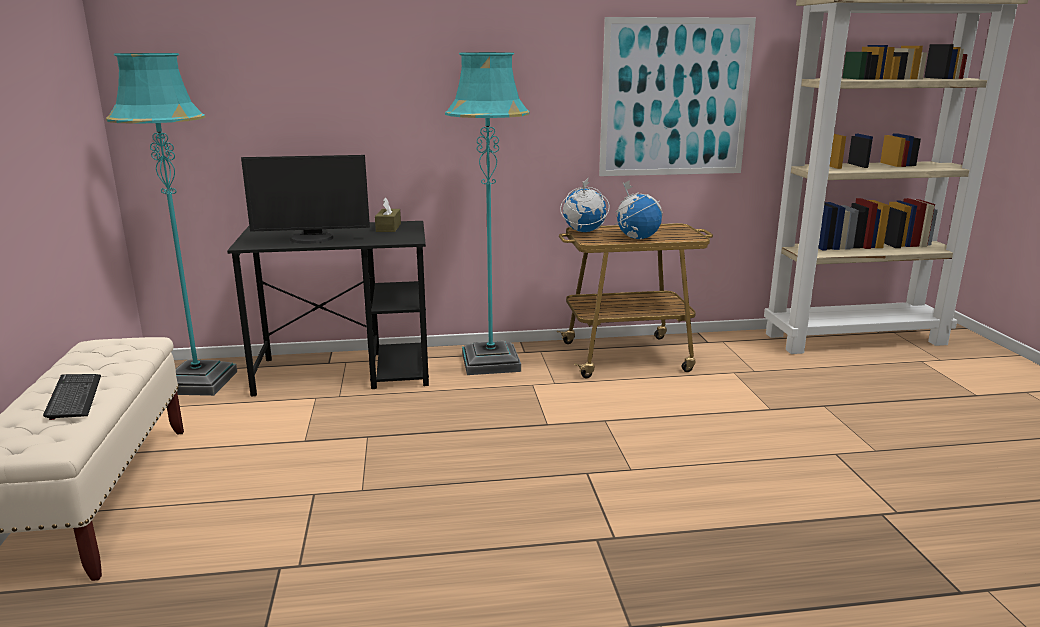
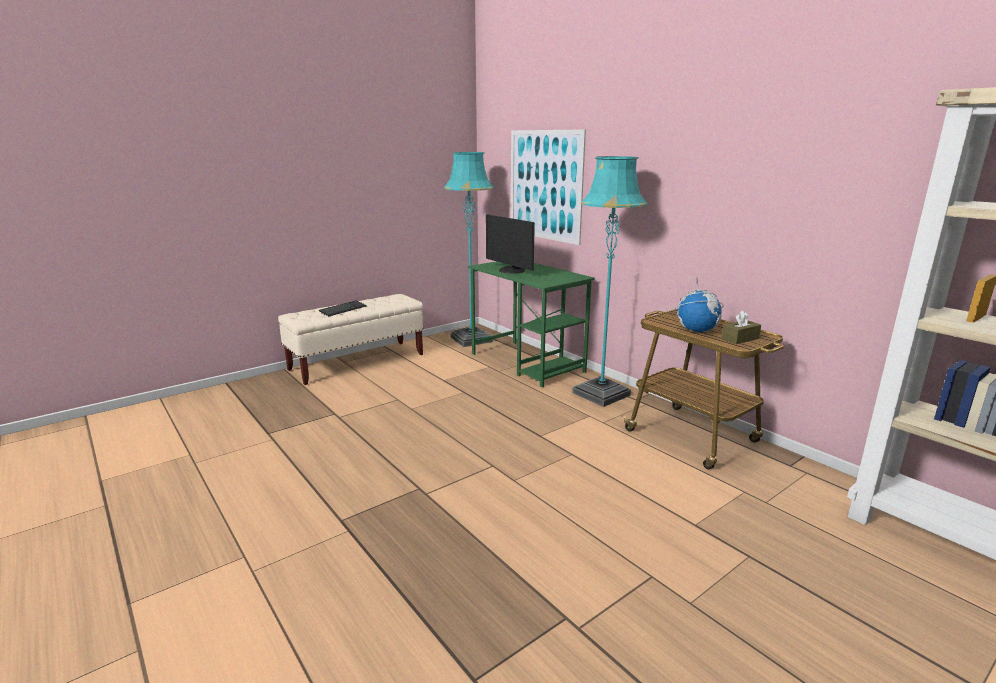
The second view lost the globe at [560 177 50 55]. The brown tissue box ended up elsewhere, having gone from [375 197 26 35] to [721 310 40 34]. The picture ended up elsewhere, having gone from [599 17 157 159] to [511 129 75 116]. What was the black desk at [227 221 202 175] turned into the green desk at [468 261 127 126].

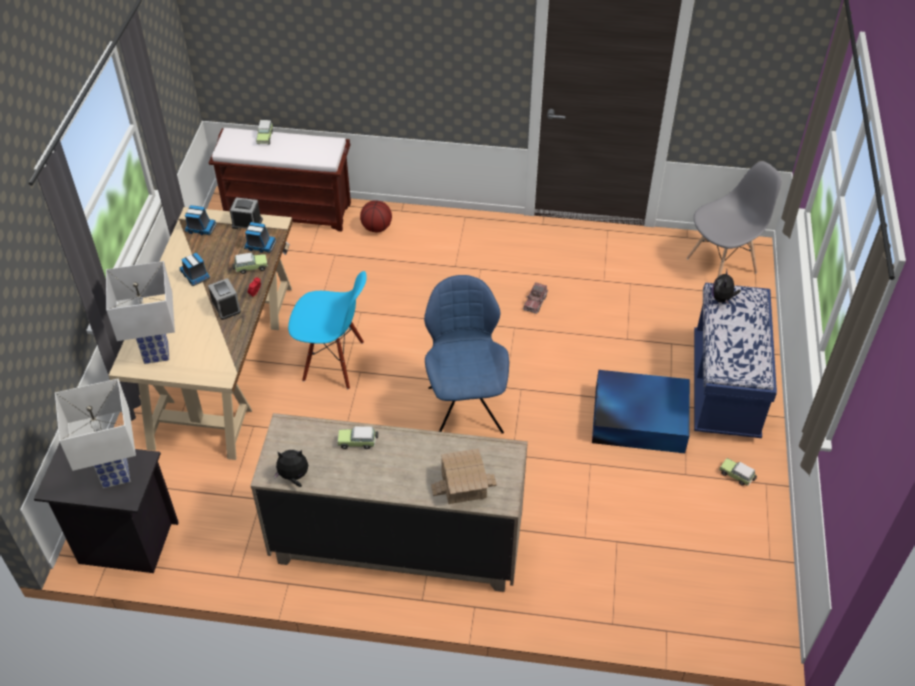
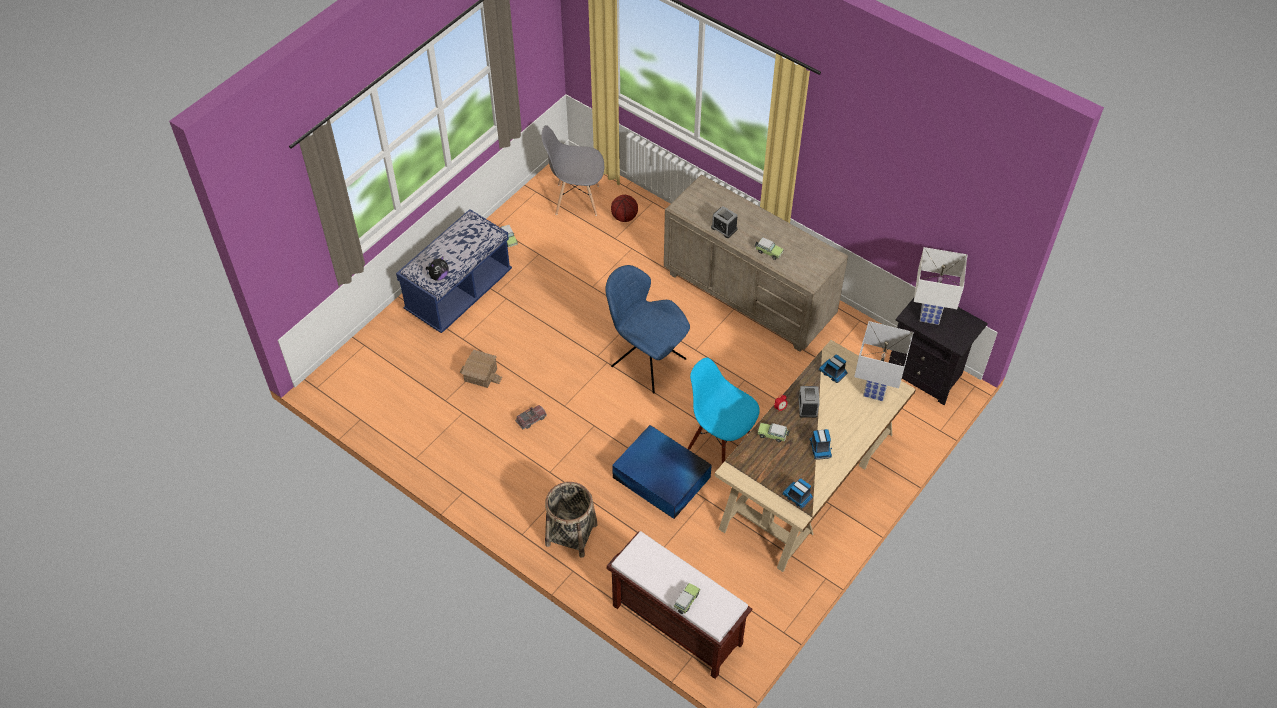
The second view lost the plush toy at [274 450 34 37]. The second view gained the basket at [545 482 53 76]. The alarm clock ended up elsewhere, having gone from [230 197 33 32] to [711 206 26 32]. The toy truck ended up elsewhere, having gone from [244 222 32 31] to [819 355 29 28]. The basketball ended up elsewhere, having gone from [360 200 32 32] to [611 195 27 27]. The toy house ended up elsewhere, having gone from [431 449 66 55] to [460 350 42 38]. The blue storage box ended up elsewhere, having gone from [592 370 98 83] to [612 425 100 94]. The grey chair ended up elsewhere, having gone from [686 161 96 116] to [541 125 63 91]. The blue chair at [424 275 85 159] ended up facing another way, 105 degrees clockwise from before.

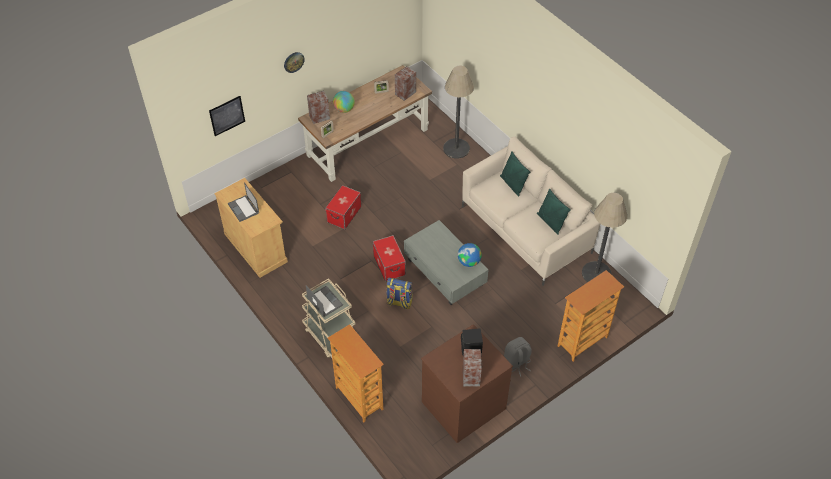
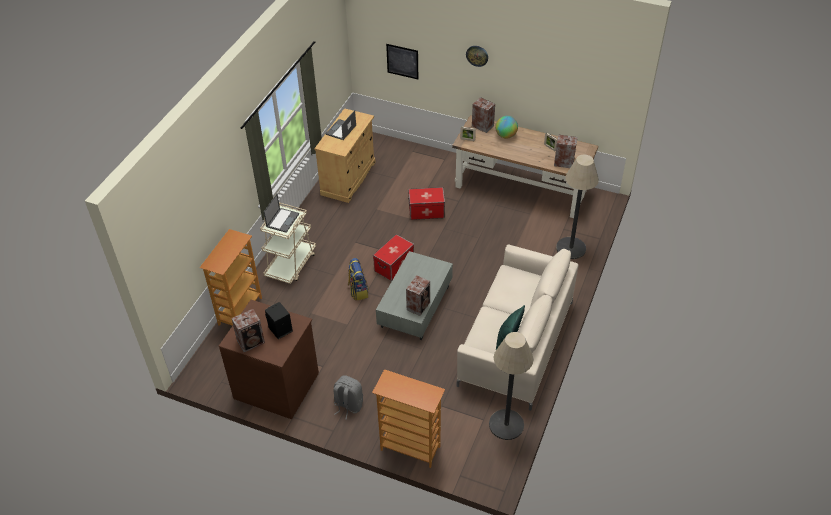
The second view lost the green pillow at [500 151 30 45]. Where the globe stood at [458 243 24 24], the speaker came to stand at [406 275 24 41].

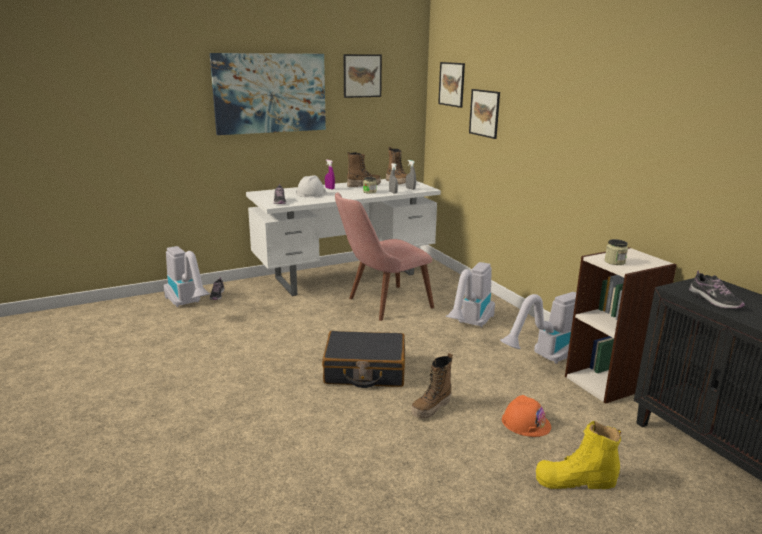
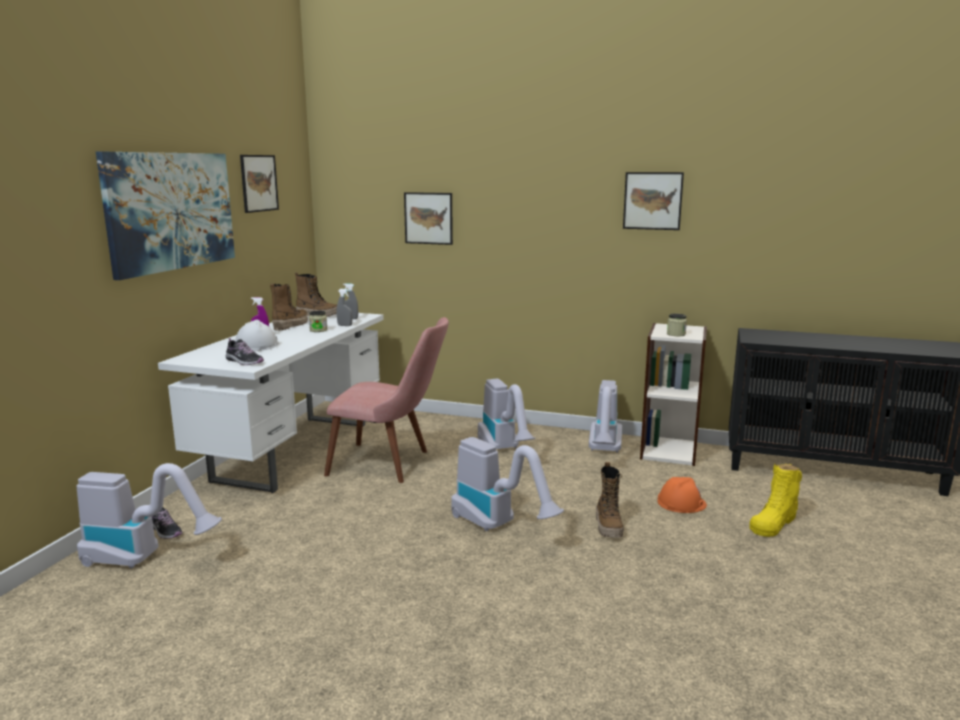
The second view lost the shoe at [689 270 56 39]. The picture ended up elsewhere, having gone from [438 62 27 46] to [623 172 61 58]. Where the black suitcase stood at [322 331 83 57], the vacuum cleaner came to stand at [451 437 113 94]. The pink chair at [335 192 99 129] ended up facing another way, 90 degrees counterclockwise from before.

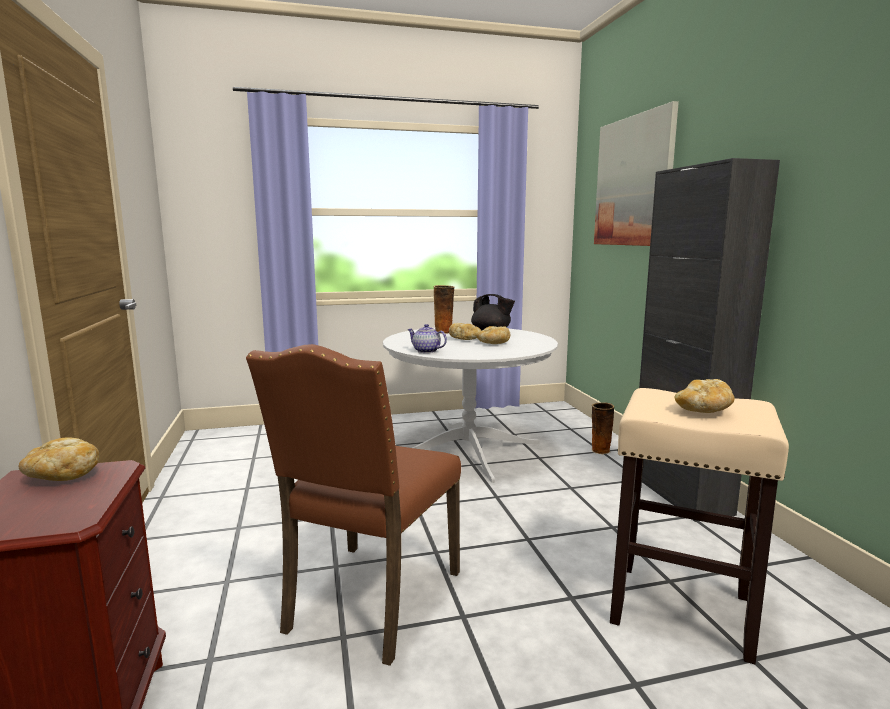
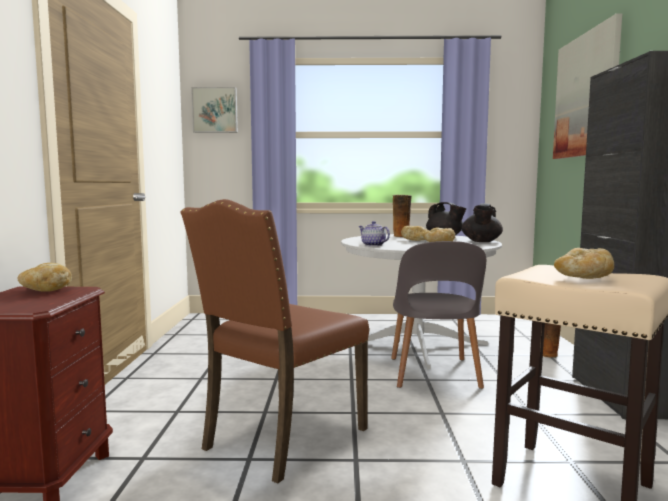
The second view gained the picture at [191 87 47 46]. The second view gained the grey chair at [391 241 95 148]. The second view gained the black teapot at [462 203 41 39].

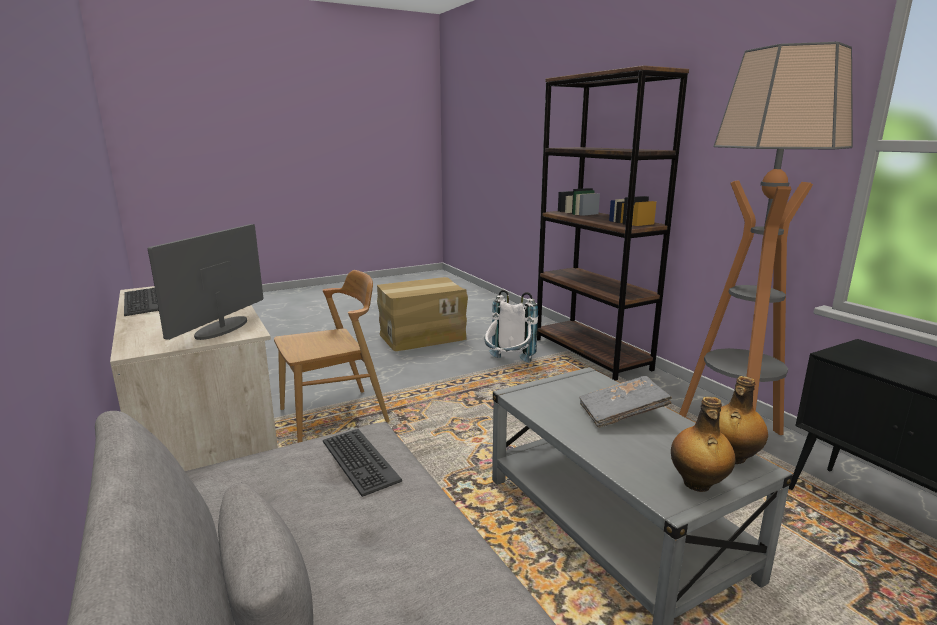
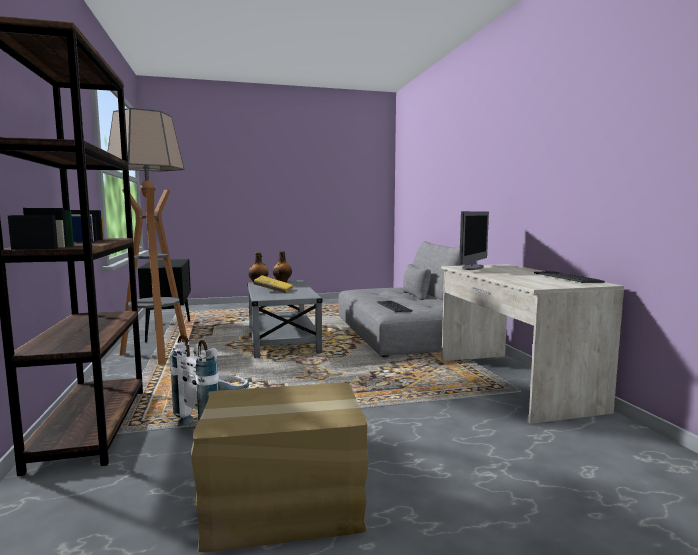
The second view lost the brown chair at [274 270 116 173]. What was the grey book at [579 376 93 52] turned into the yellow book at [253 275 40 18].

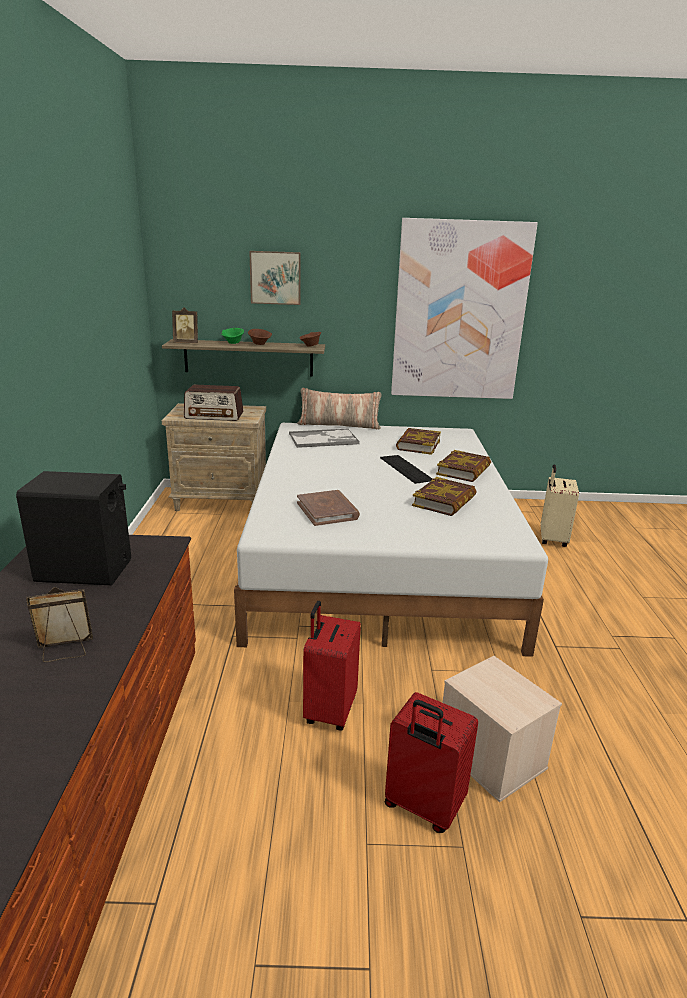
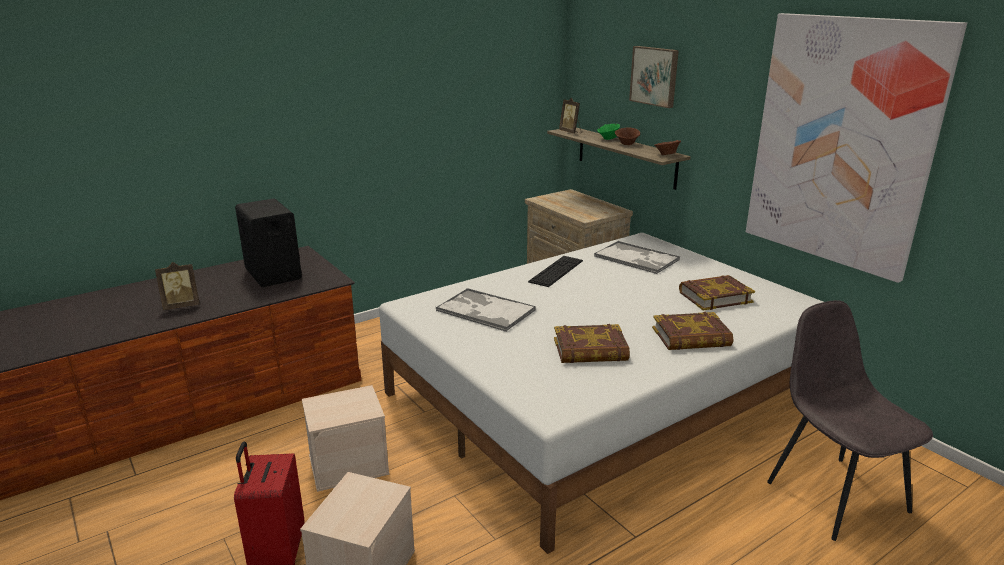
The second view lost the radio at [184 385 60 36]. The second view lost the pillow at [297 388 85 41]. The keyboard ended up elsewhere, having gone from [380 455 52 29] to [528 256 55 31]. Where the brown book stood at [297 490 63 36], the tray came to stand at [436 288 100 44]. Where the red suitcase stood at [303 601 58 130], the beige storage box came to stand at [302 385 87 107]. Where the beige suitcase stood at [540 464 39 83], the grey chair came to stand at [767 300 166 241]. The picture frame at [26 587 67 75] ended up facing another way, 120 degrees clockwise from before.

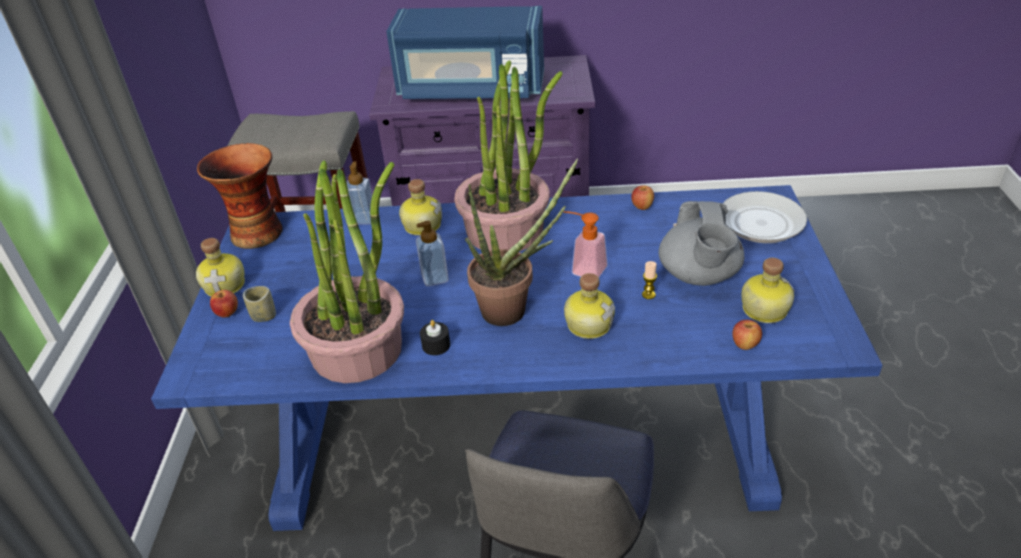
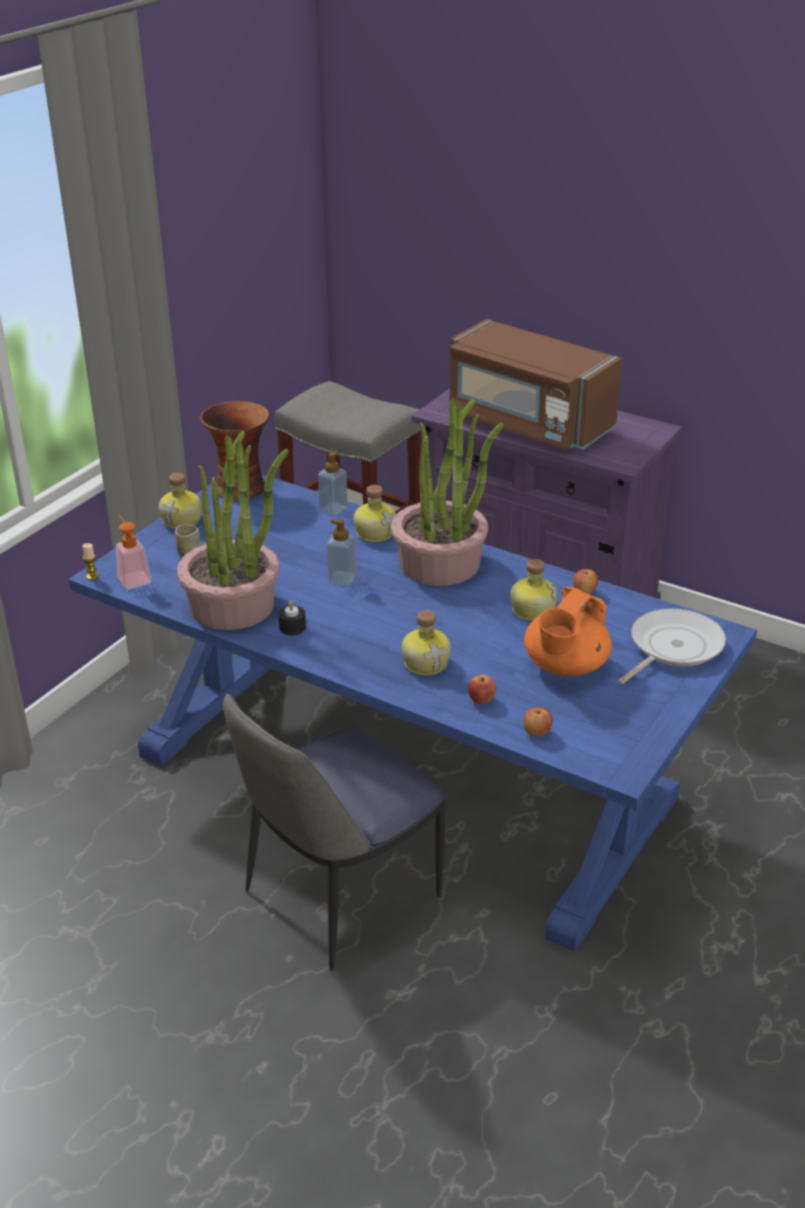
The second view lost the potted plant at [465 158 113 168]. The apple ended up elsewhere, having gone from [210 290 28 28] to [468 675 28 29]. The soap dispenser ended up elsewhere, having gone from [564 211 44 67] to [116 515 36 74]. The candle ended up elsewhere, having gone from [642 261 15 38] to [82 543 17 37]. The bottle ended up elsewhere, having gone from [741 258 53 65] to [511 559 47 62]. What was the blue microwave at [386 6 158 93] turned into the brown microwave at [449 319 173 131]. What was the grey teapot at [659 201 85 85] turned into the orange teapot at [524 586 88 90]. The frying pan at [673 191 134 52] ended up facing another way, 75 degrees counterclockwise from before.

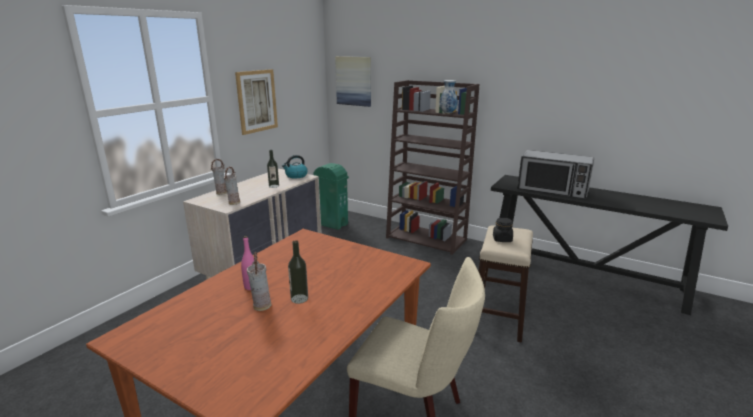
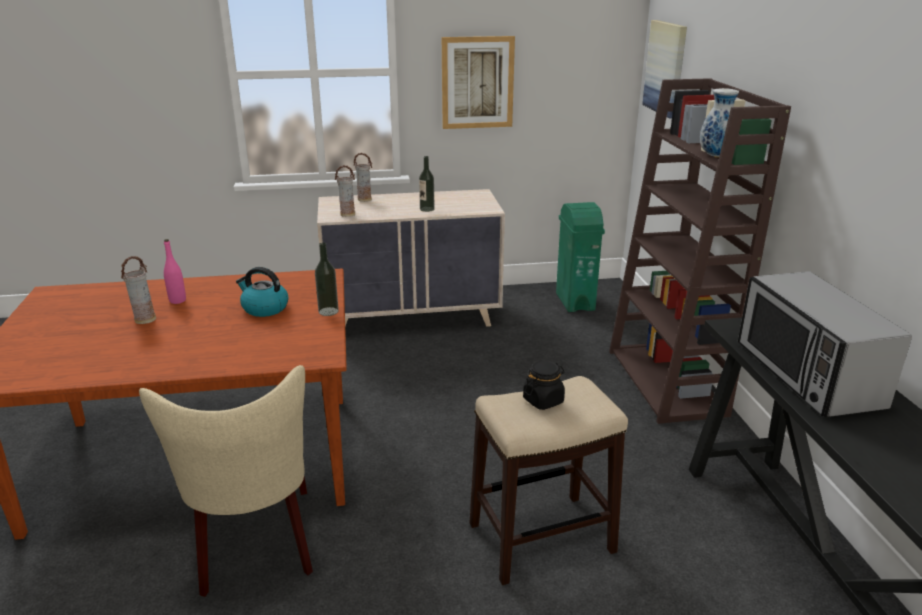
The kettle ended up elsewhere, having gone from [282 155 26 23] to [236 267 53 50]. The bottle ended up elsewhere, having gone from [288 240 20 64] to [315 243 24 73].

